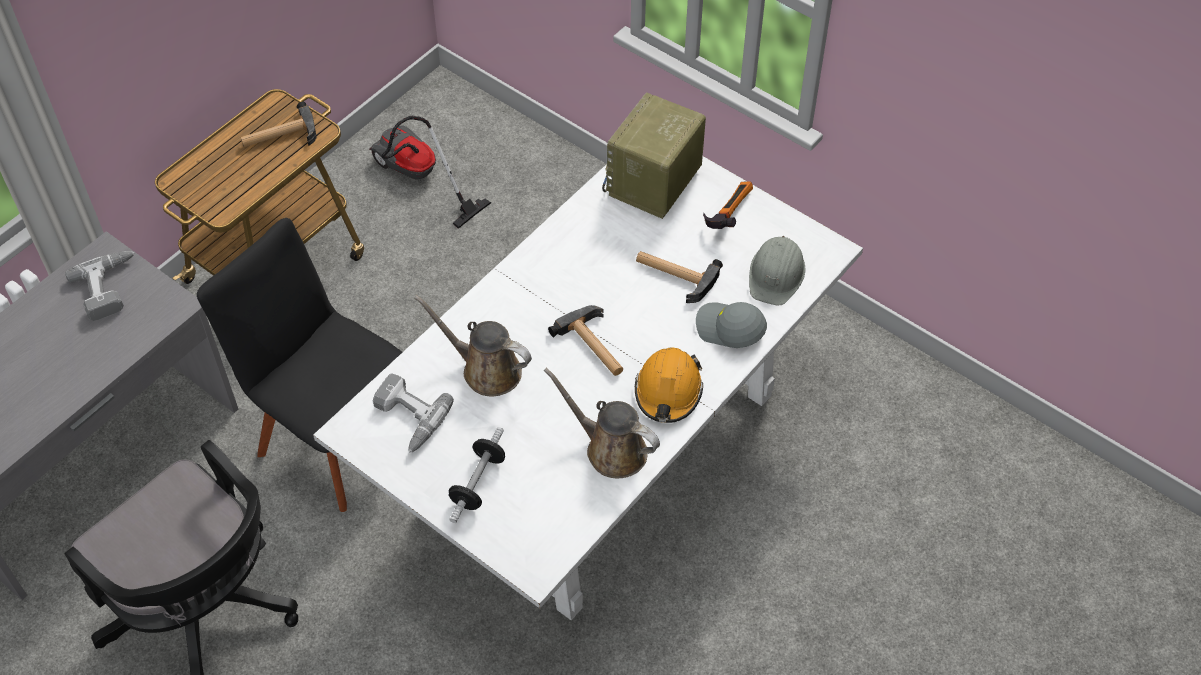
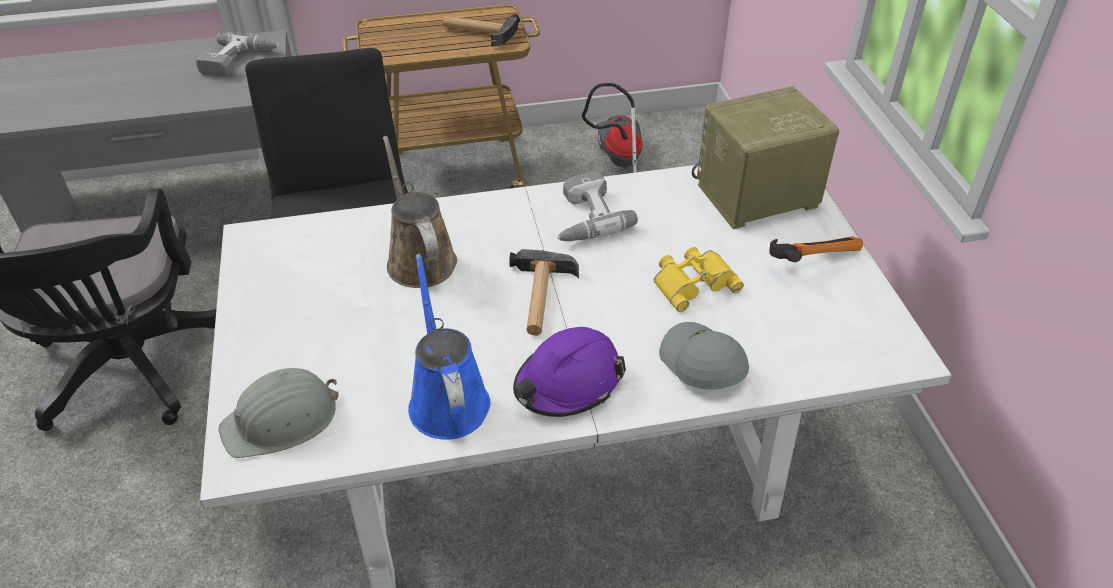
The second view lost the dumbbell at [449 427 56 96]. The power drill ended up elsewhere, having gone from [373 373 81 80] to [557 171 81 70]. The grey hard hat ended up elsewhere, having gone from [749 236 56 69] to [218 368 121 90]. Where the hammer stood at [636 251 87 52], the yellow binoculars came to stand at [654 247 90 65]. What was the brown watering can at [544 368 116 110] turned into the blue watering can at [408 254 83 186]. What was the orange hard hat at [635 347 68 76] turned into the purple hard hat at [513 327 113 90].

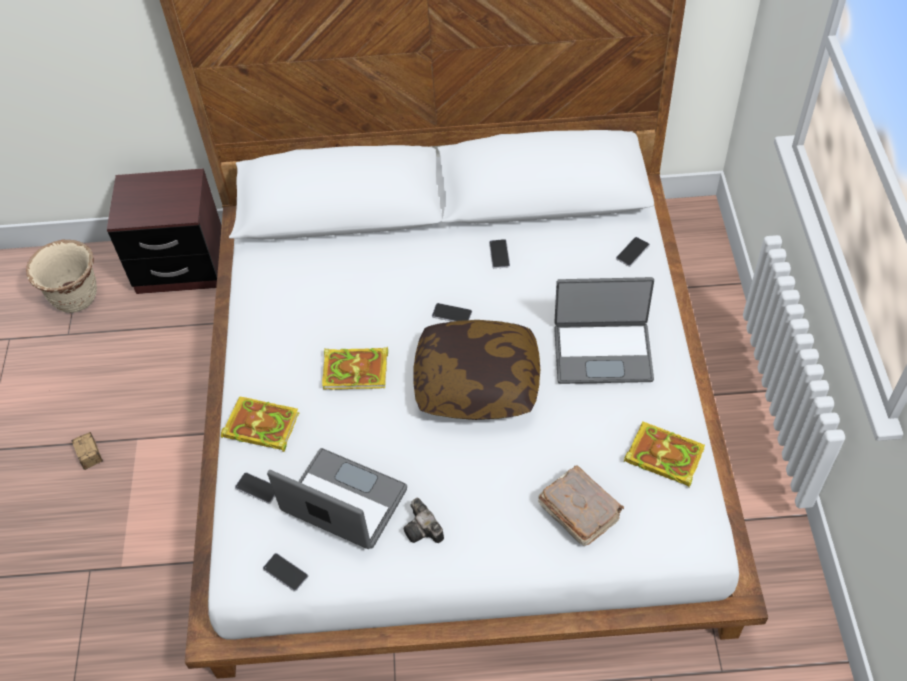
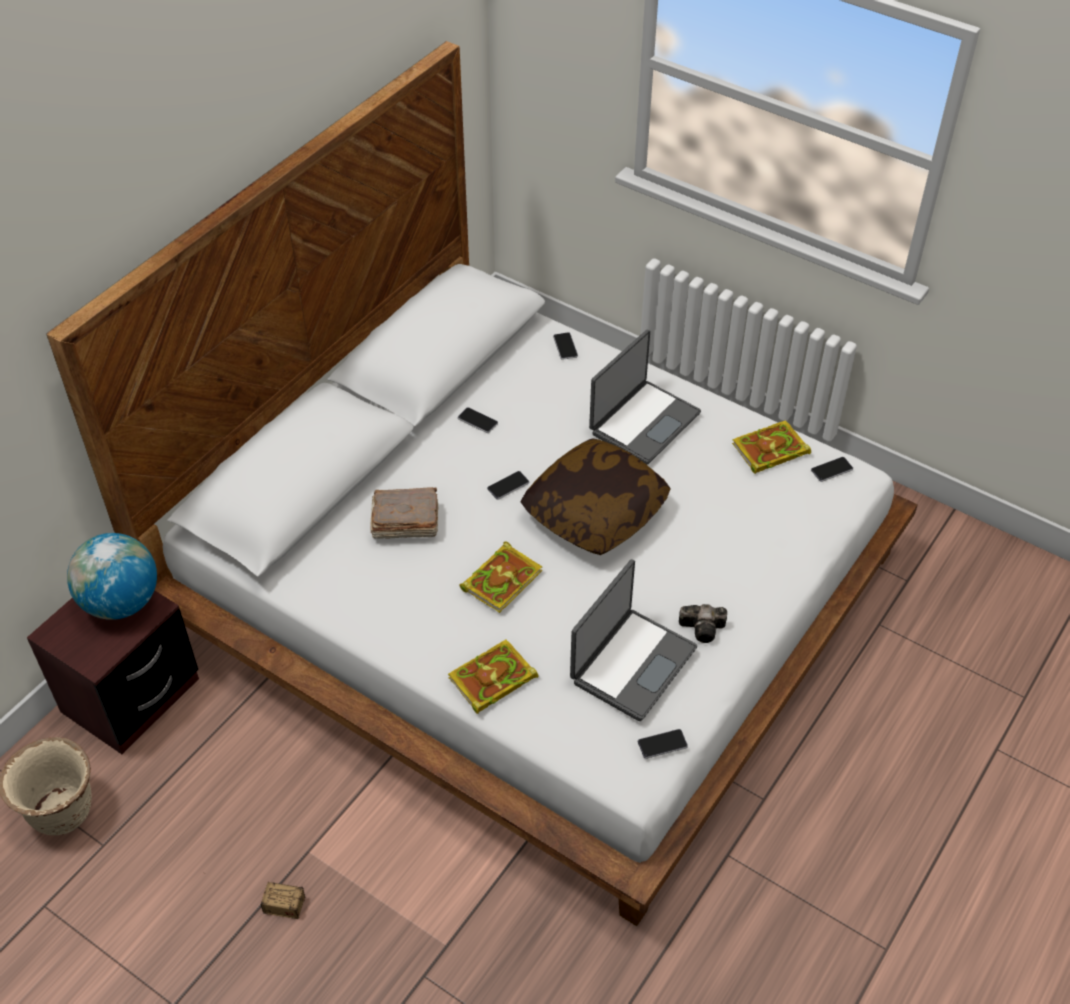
The second view gained the globe at [67 533 90 87]. The phone ended up elsewhere, having gone from [235 472 40 32] to [811 457 42 25]. The brown book ended up elsewhere, having gone from [538 465 86 81] to [370 487 68 52]. The laptop at [267 448 140 101] ended up facing another way, 150 degrees clockwise from before.

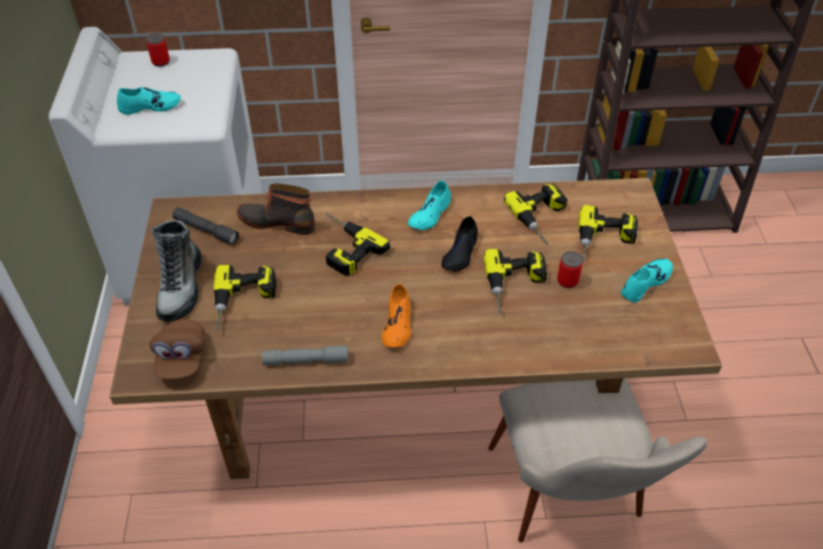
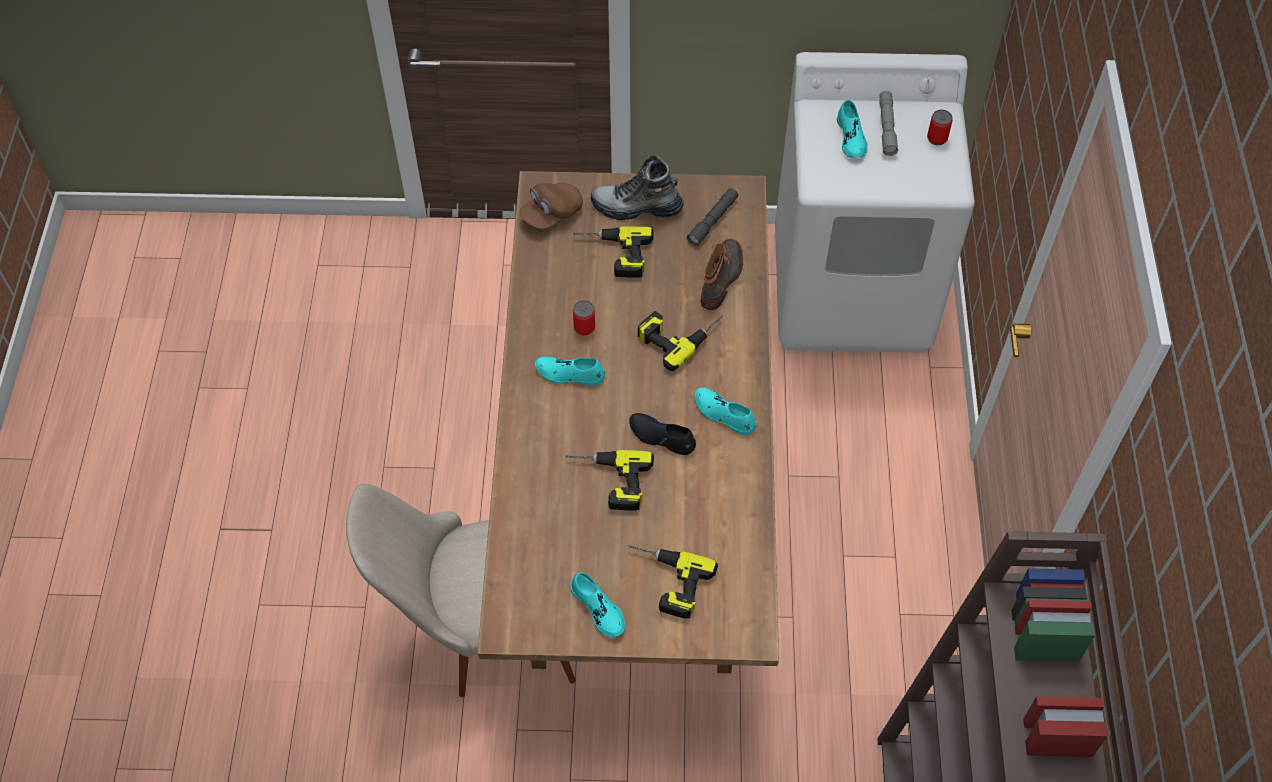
The second view lost the power drill at [504 184 64 60]. The grey flashlight ended up elsewhere, having gone from [262 345 86 20] to [879 91 19 65]. The can ended up elsewhere, having gone from [557 251 26 37] to [573 300 22 35]. What was the orange shoe at [382 283 29 64] turned into the turquoise shoe at [535 357 70 28]. The brown cap at [149 319 57 60] ended up facing another way, 45 degrees counterclockwise from before.

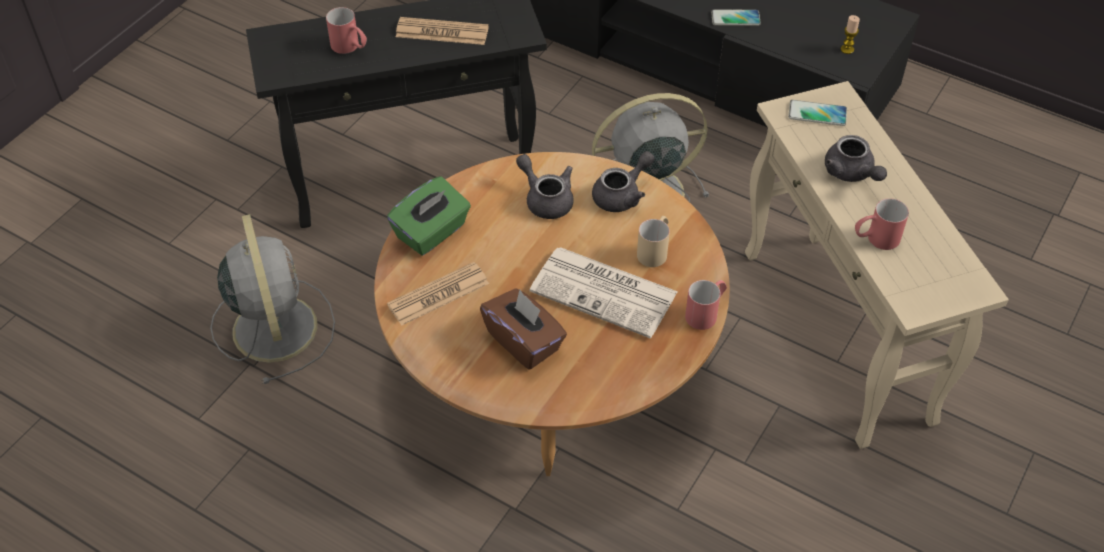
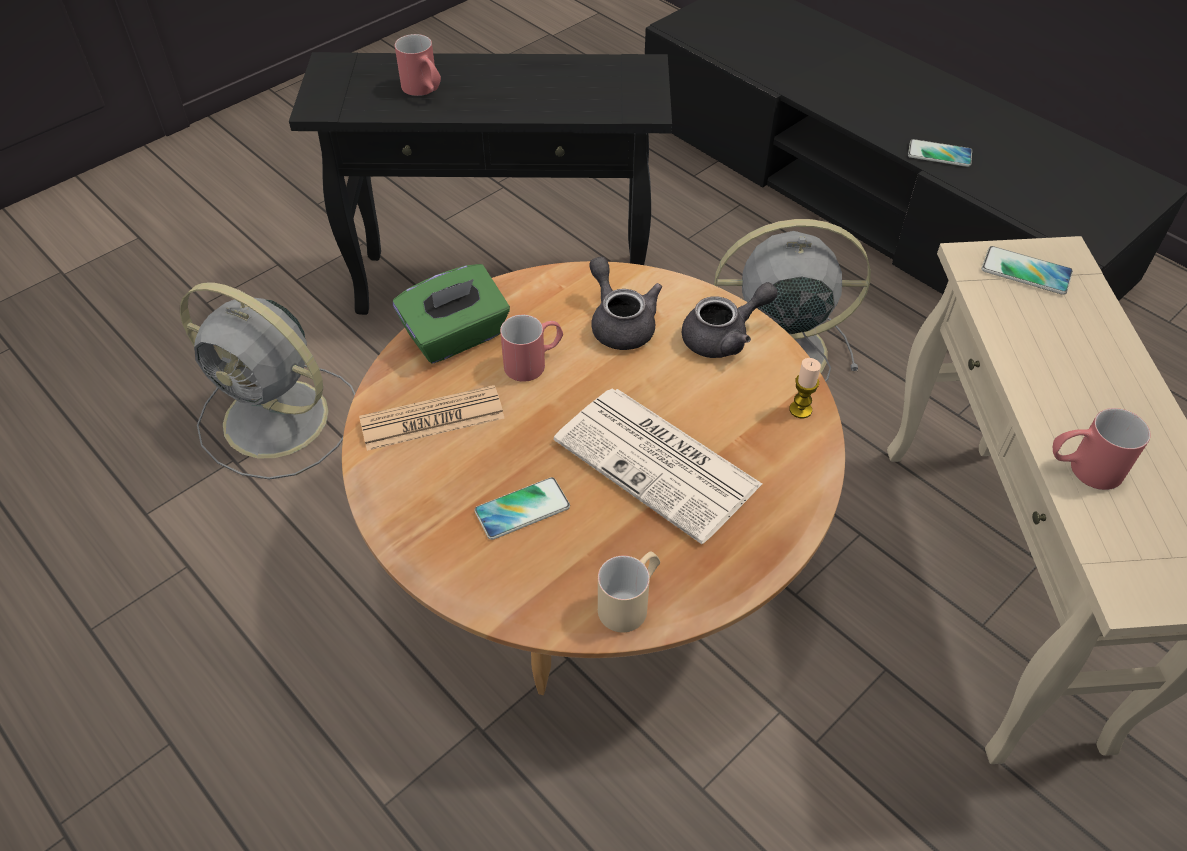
The second view lost the newspaper at [396 17 93 28]. The second view lost the grey teapot at [825 135 62 47]. The beige mug ended up elsewhere, having gone from [637 216 33 51] to [598 551 62 81]. The red mug ended up elsewhere, having gone from [685 280 42 50] to [500 315 63 67]. The candle ended up elsewhere, having gone from [841 15 19 39] to [789 358 32 61]. Where the brown tissue box stood at [480 288 87 82], the phone came to stand at [474 477 96 63]. The grey fan at [210 214 125 170] ended up facing another way, 120 degrees clockwise from before.

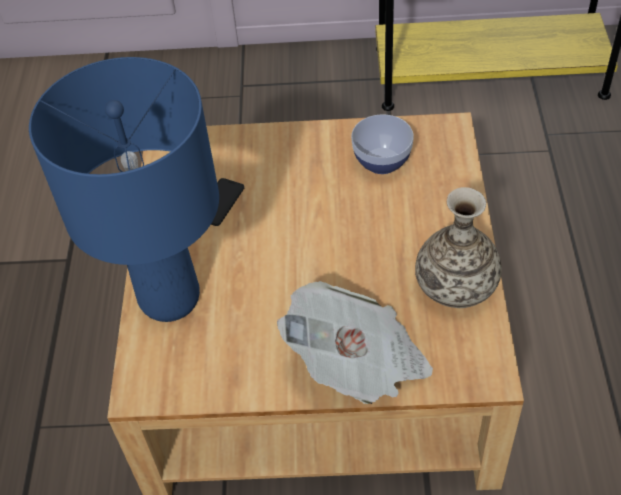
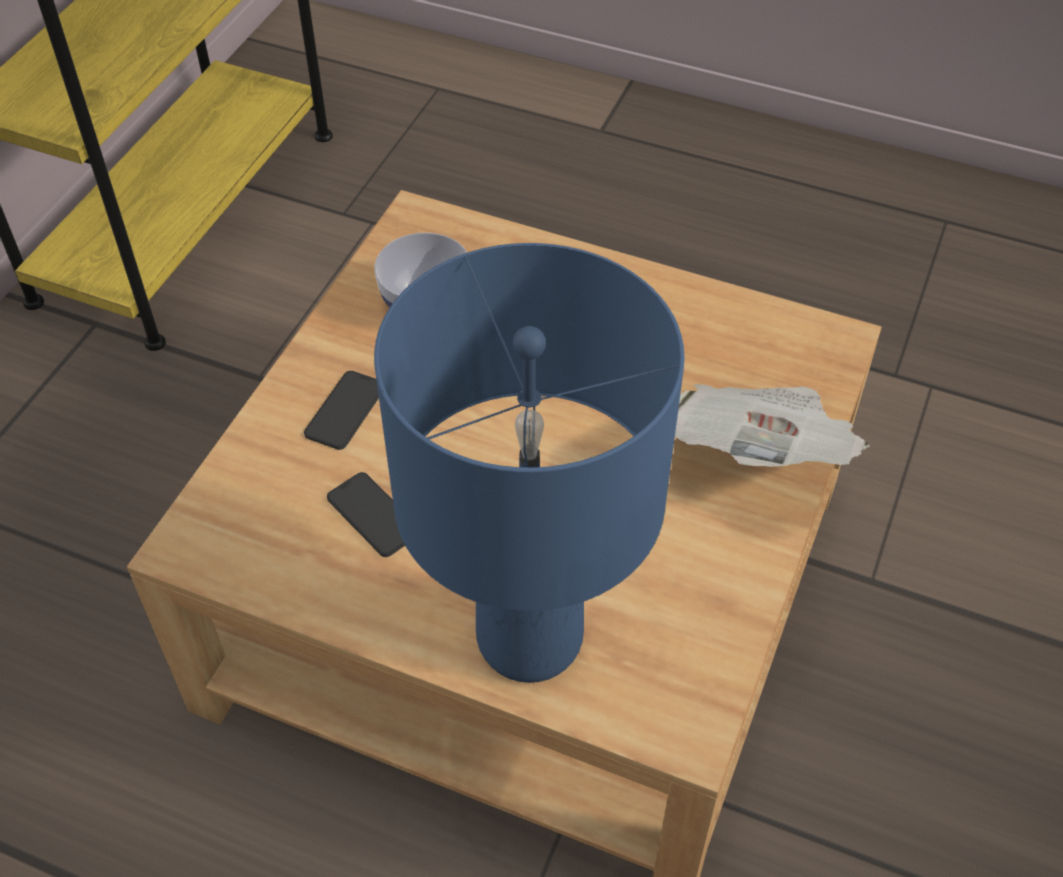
The second view lost the vase at [415 187 87 121]. The second view gained the phone at [304 371 75 79].

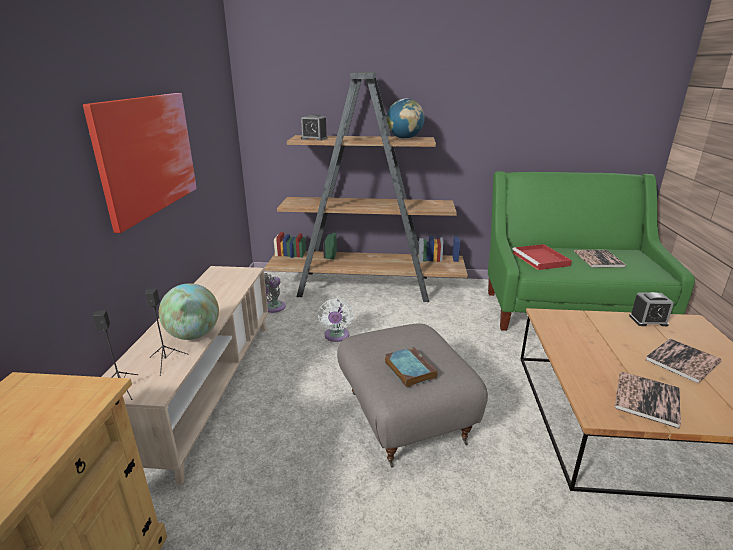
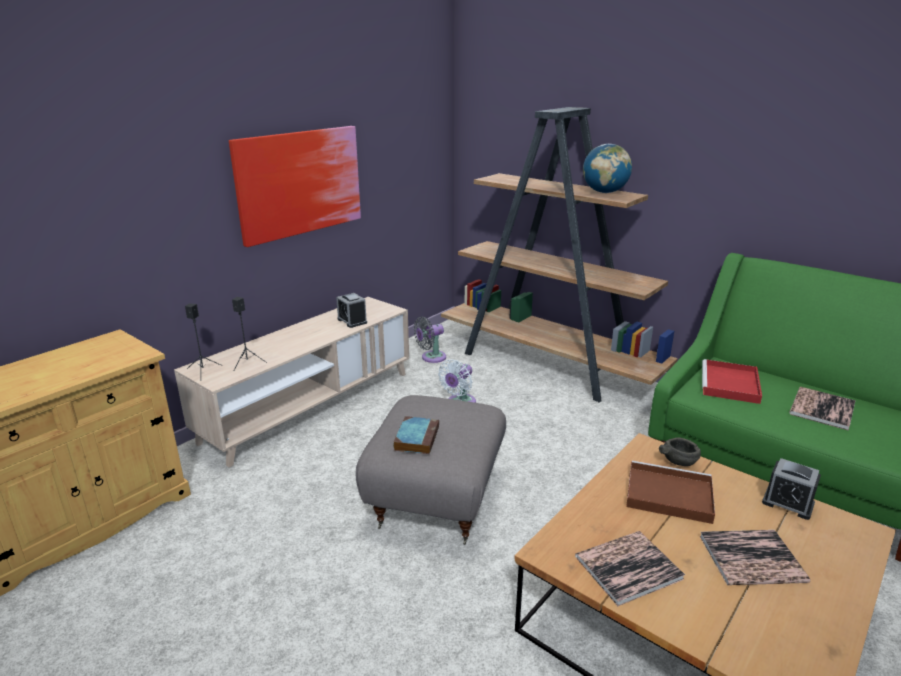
The second view lost the globe at [159 283 60 57]. The second view gained the brown tray at [626 460 89 64]. The second view gained the grey bowl at [659 437 42 29]. The alarm clock ended up elsewhere, having gone from [301 114 27 26] to [336 293 31 35].

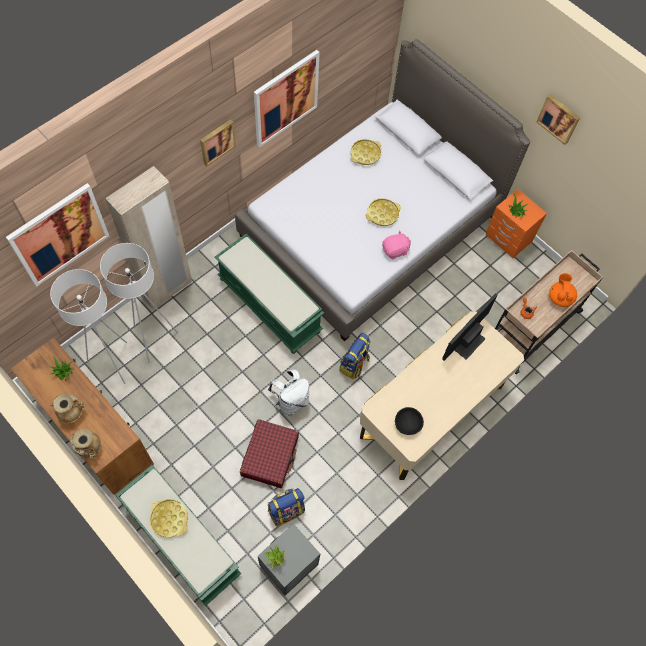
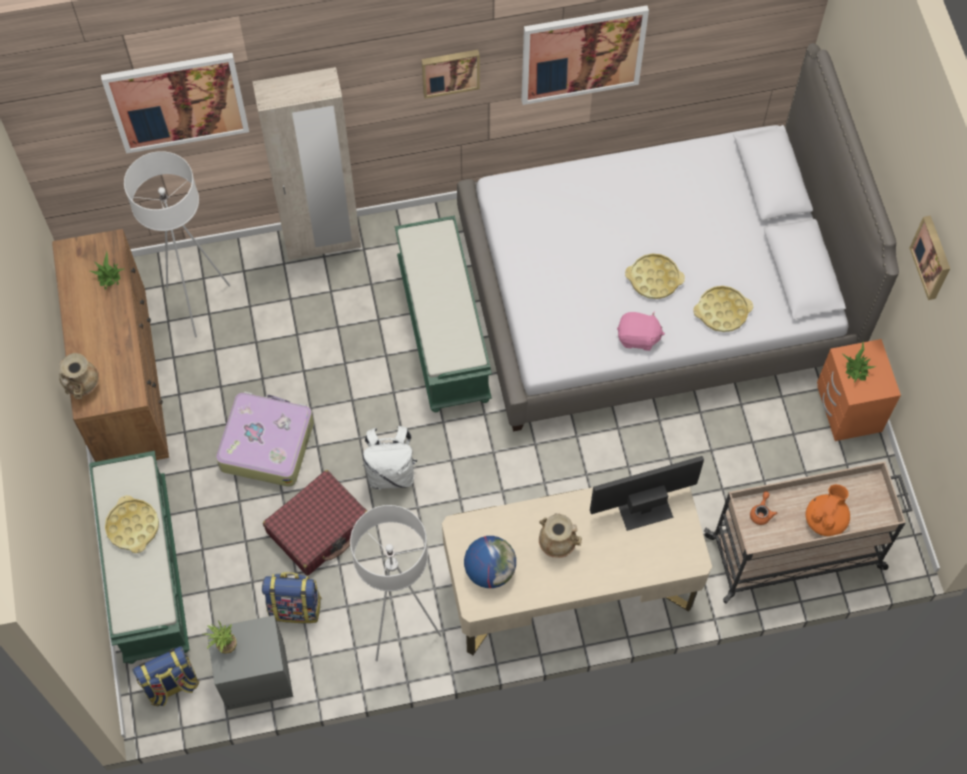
The second view gained the suitcase at [216 391 98 96]. The beige vase ended up elsewhere, having gone from [51 394 34 30] to [539 513 43 45]. The white floor lamp ended up elsewhere, having gone from [100 243 78 120] to [350 505 92 157]. The backpack ended up elsewhere, having gone from [339 333 32 46] to [133 646 66 61]. The yellow tray ended up elsewhere, having gone from [350 139 31 26] to [693 286 60 46]. Where the black bowl stood at [395 407 29 28], the globe came to stand at [464 536 52 52].

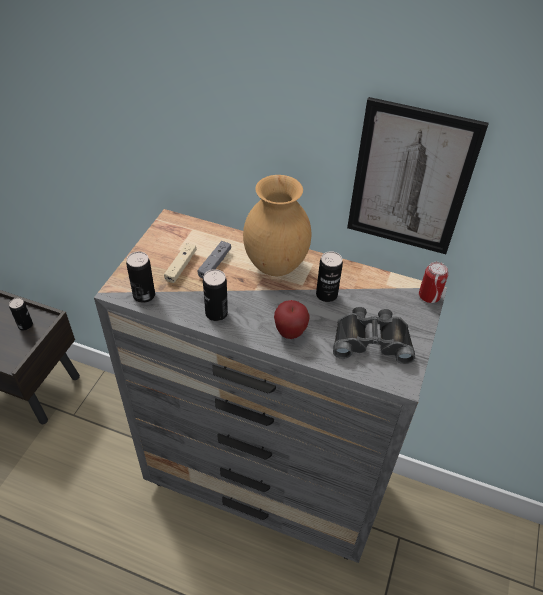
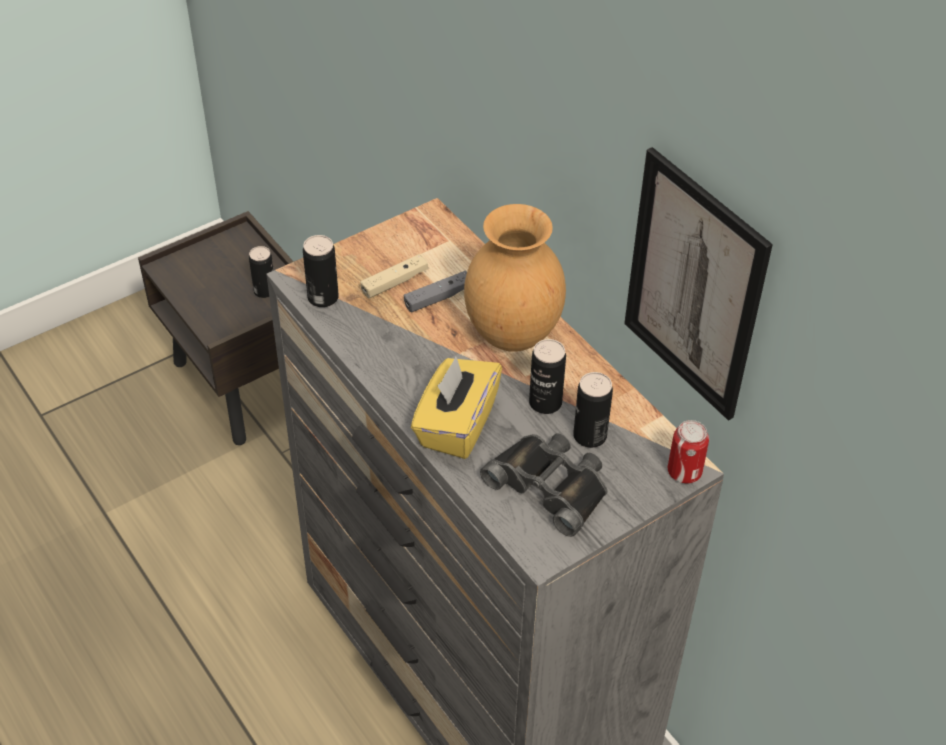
The can ended up elsewhere, having gone from [203 269 25 52] to [573 372 40 76]. Where the apple stood at [274 300 36 39], the yellow tissue box came to stand at [411 357 91 102].

